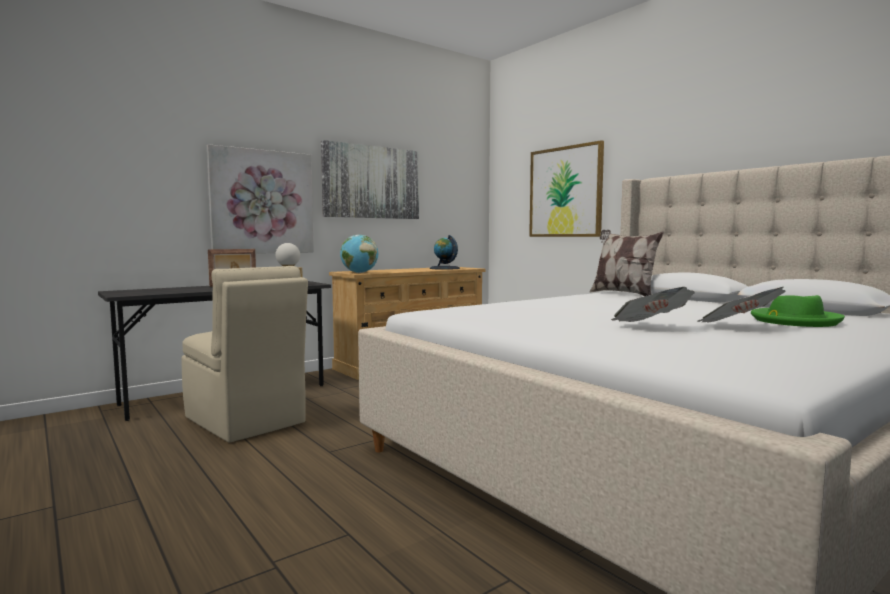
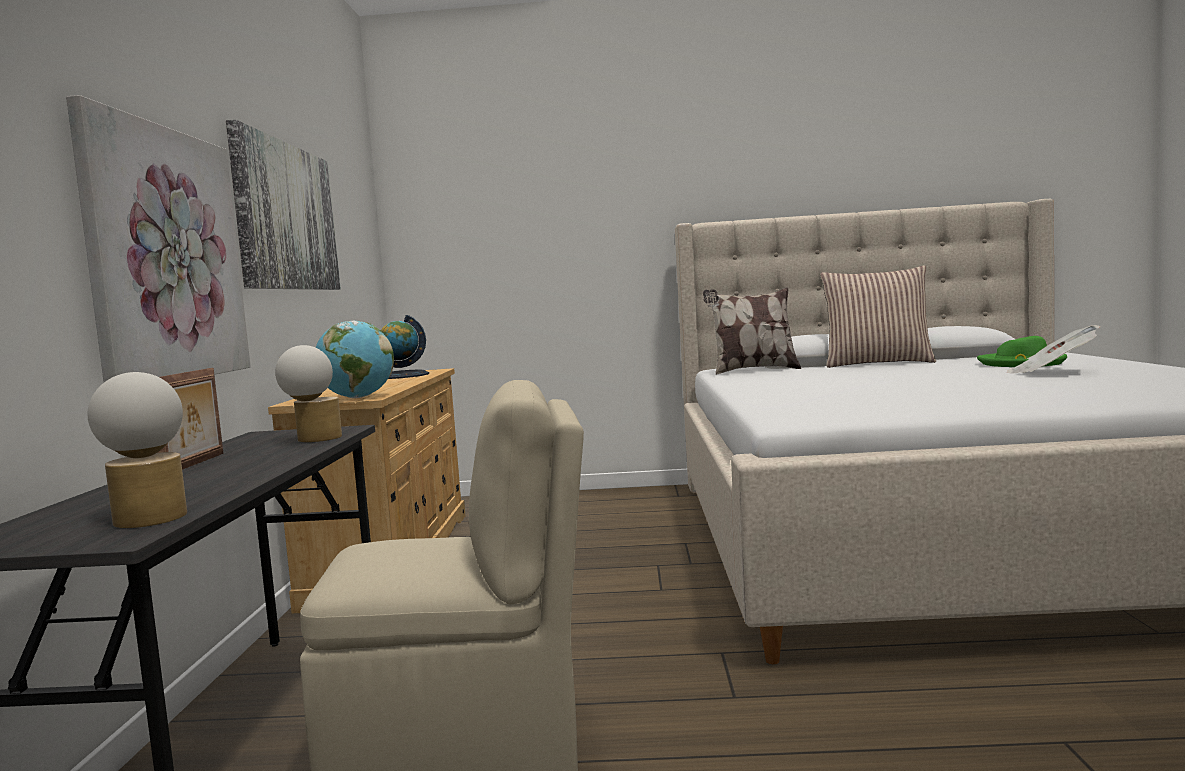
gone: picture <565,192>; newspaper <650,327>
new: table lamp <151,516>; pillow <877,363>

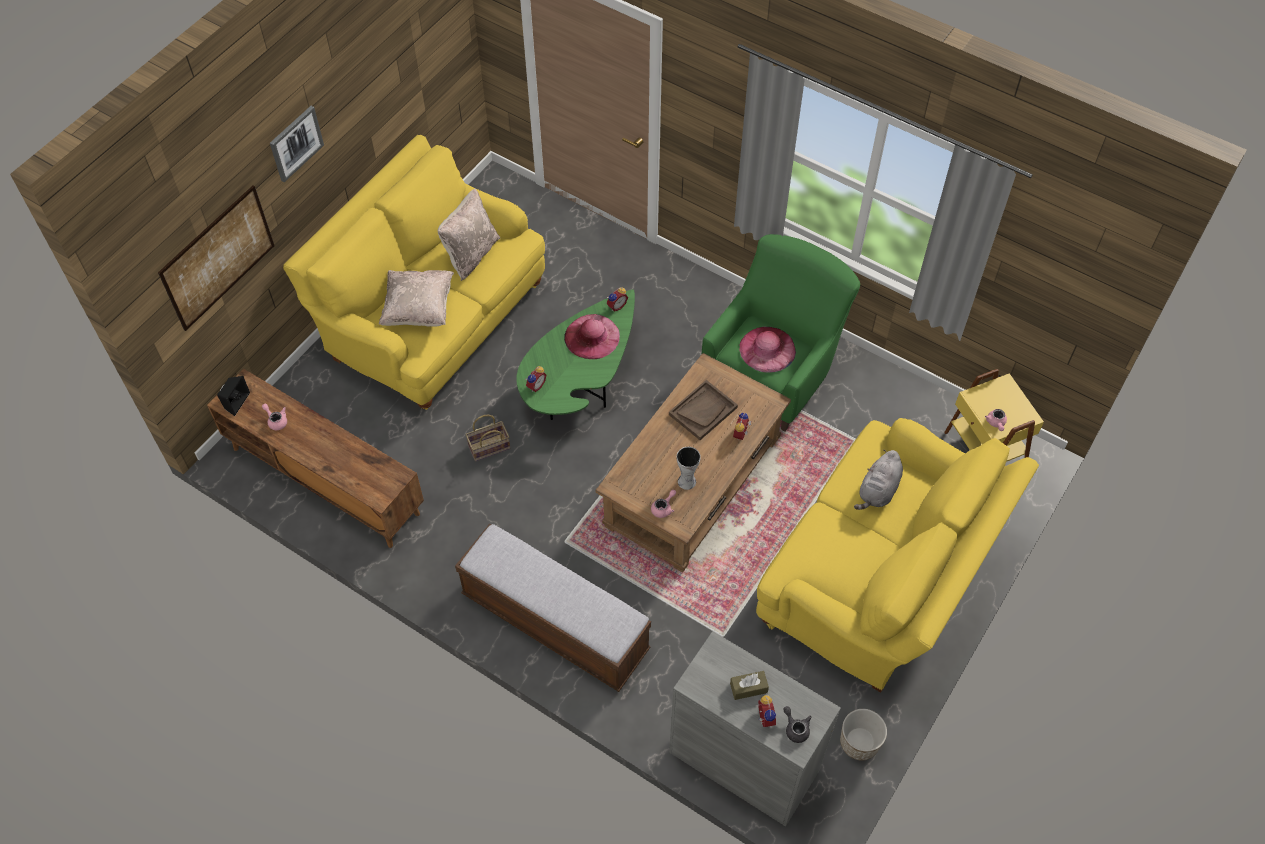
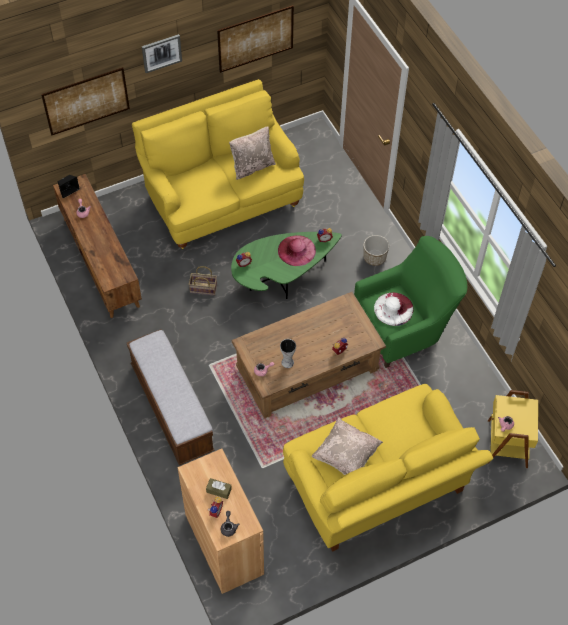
gone: tray/brown <703,411>; plush toy/grey <878,491>
new: picture <255,39>
shifted: pillow/beige <418,309> to <346,455>; planter <859,742> to <374,257>
repainted: cabinet/grey <744,761> to cabinet/brown <224,544>; hat/pink <767,349> to hat/white <393,309>

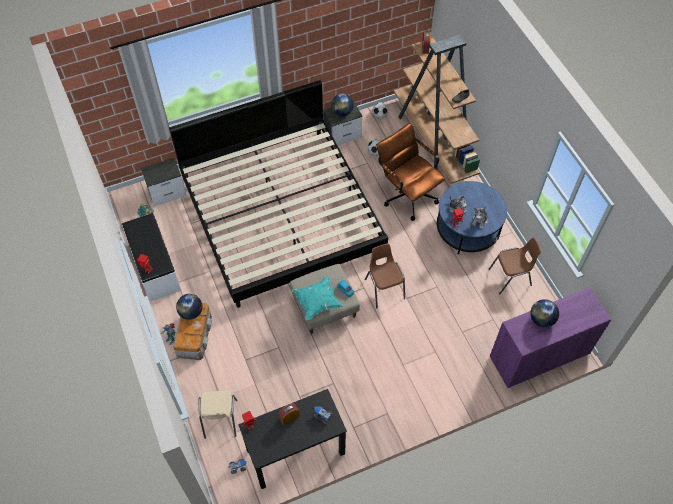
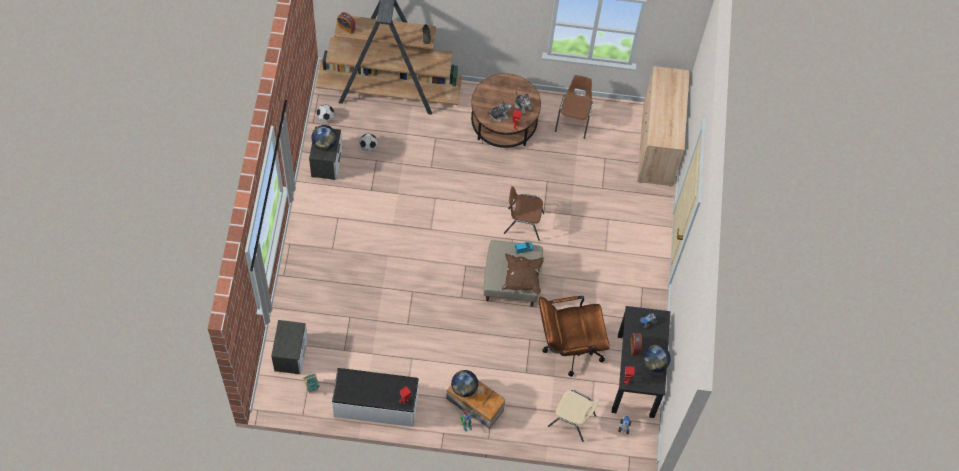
gone: bed <281,215>
shifted: office chair/brown <407,194> to <568,347>; globe <541,319> to <654,363>
repainted: coffee table/blue <467,228> to coffee table/brown <504,122>; pillow/turquoise <317,302> to pillow/brown <522,278>; cabinet/purple <539,355> to cabinet/beige <657,145>

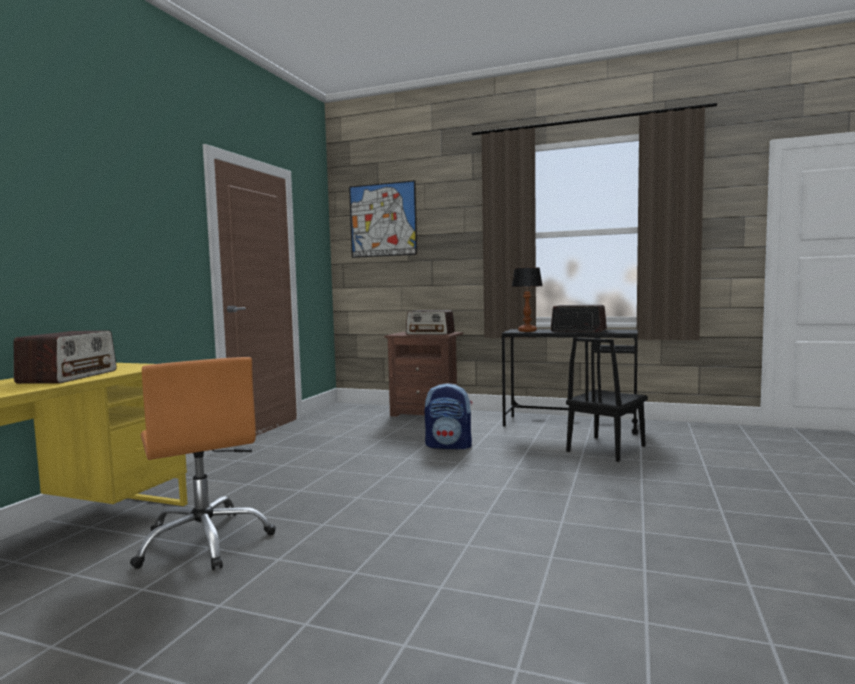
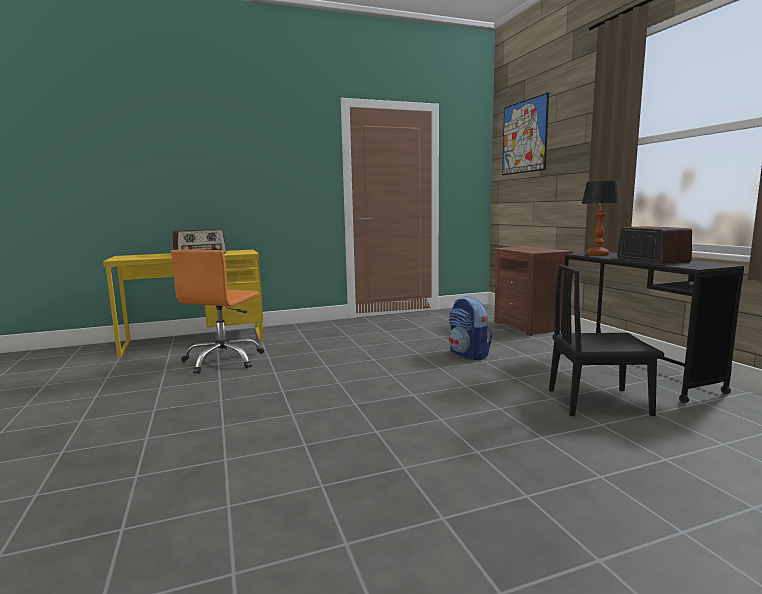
gone: radio <430,333>

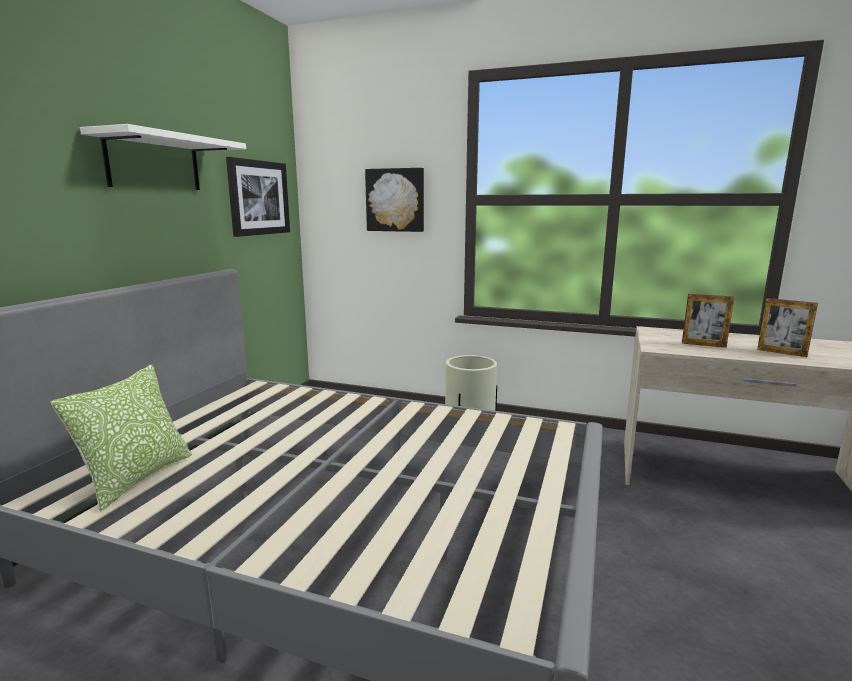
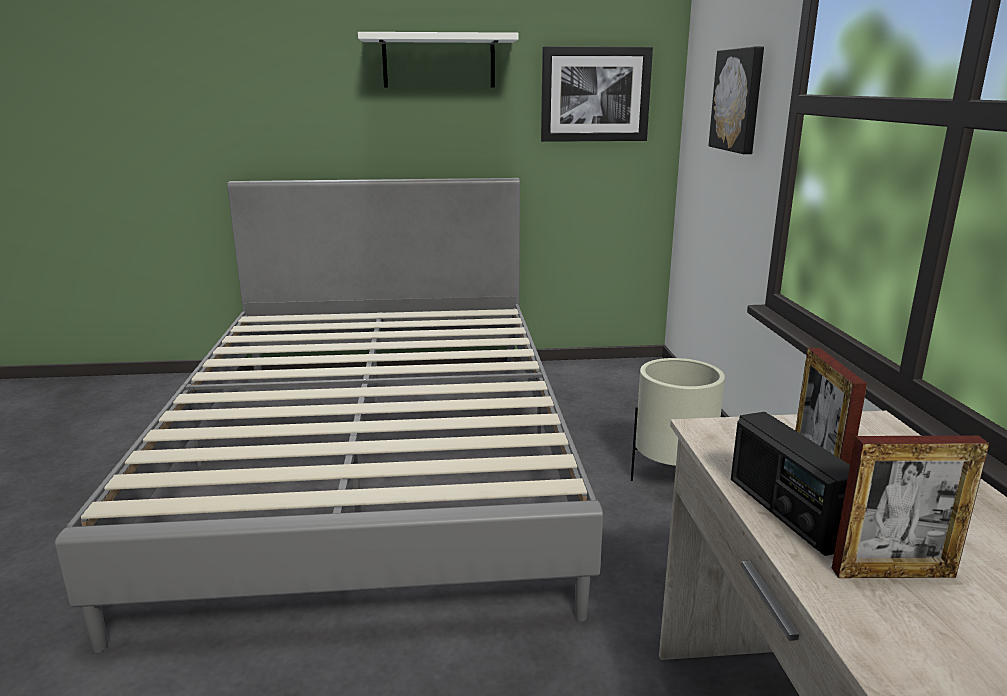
gone: pillow <137,478>
new: radio <786,512>
rotated: picture frame <781,352> = <893,572> 105 degrees counterclockwise

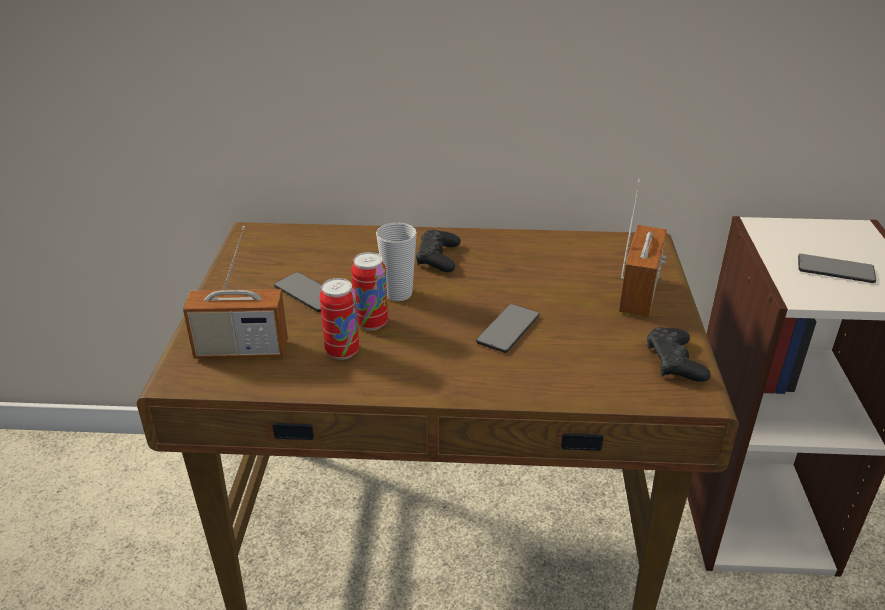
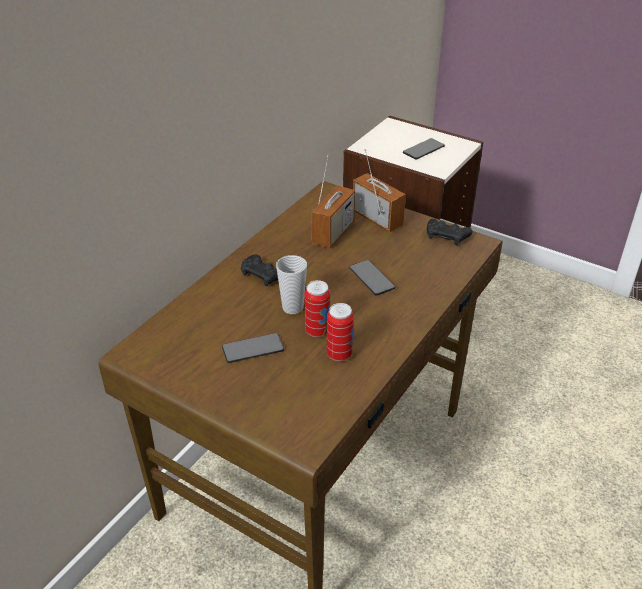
shifted: radio <241,350> to <333,233>

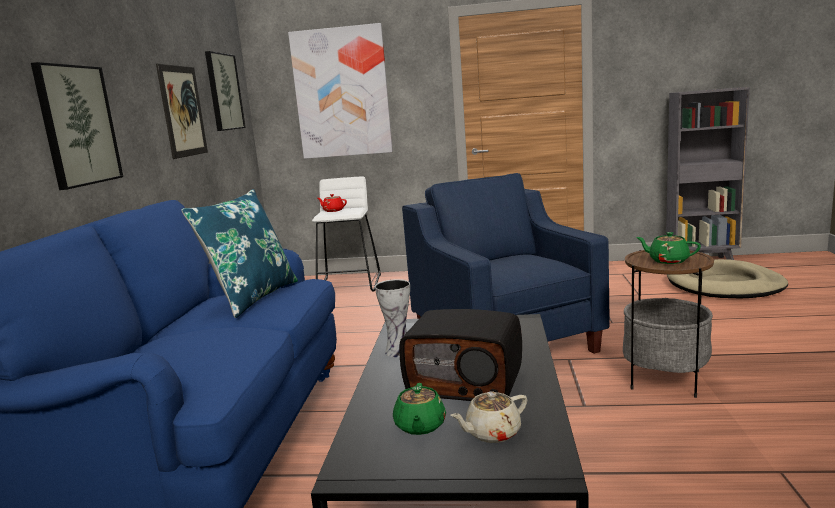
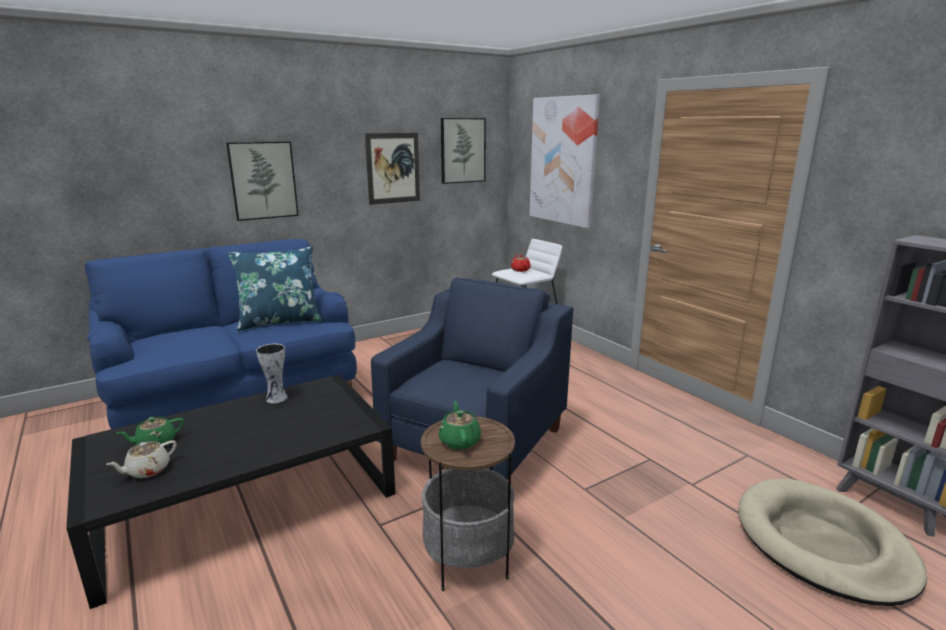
gone: radio <466,383>
rotated: teapot/beige <492,433> = <147,470> 75 degrees counterclockwise

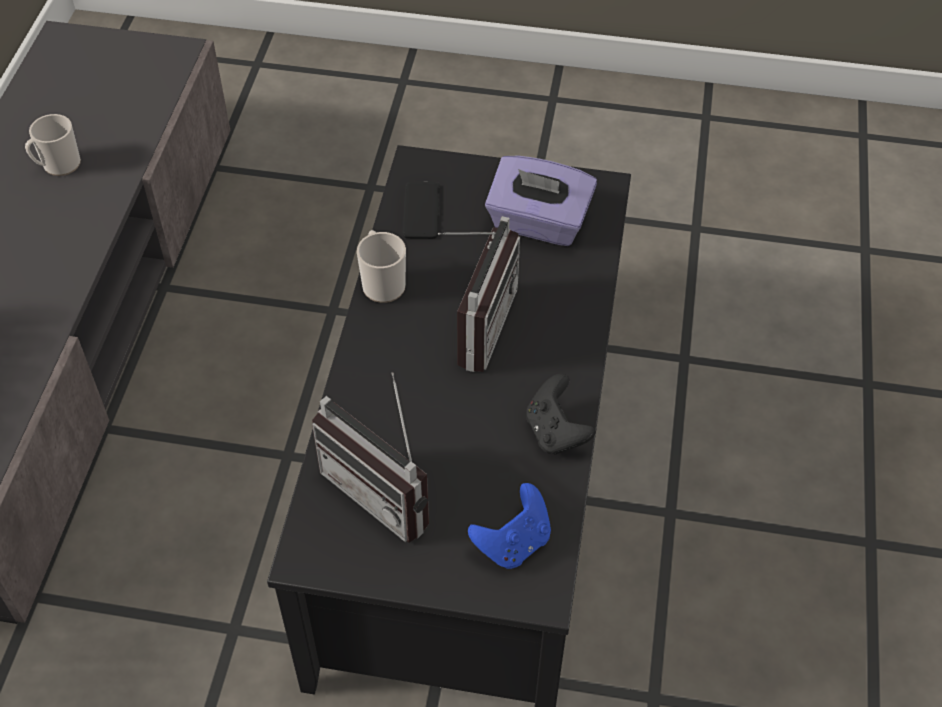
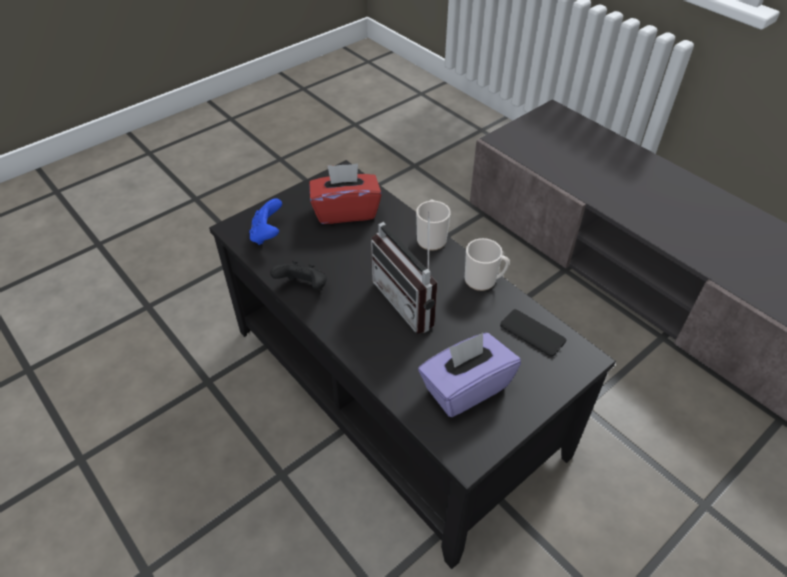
shifted: mug <58,165> to <431,238>
swapped: radio <386,490> to tissue box/red <346,211>

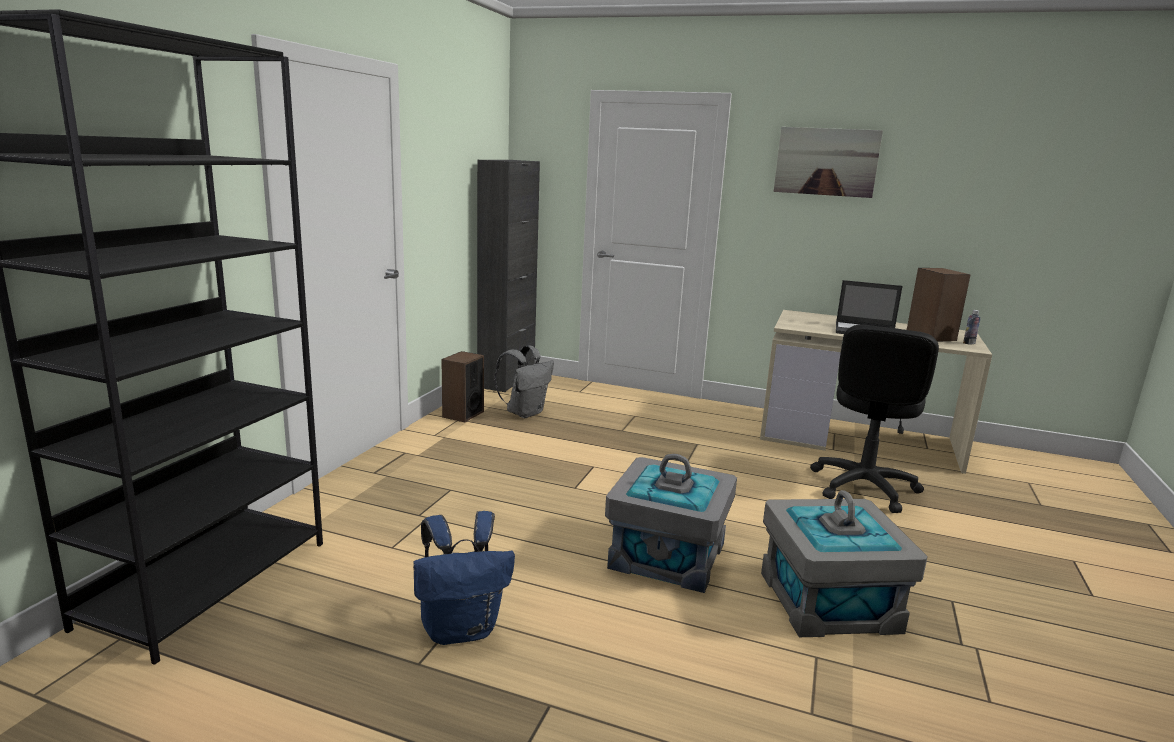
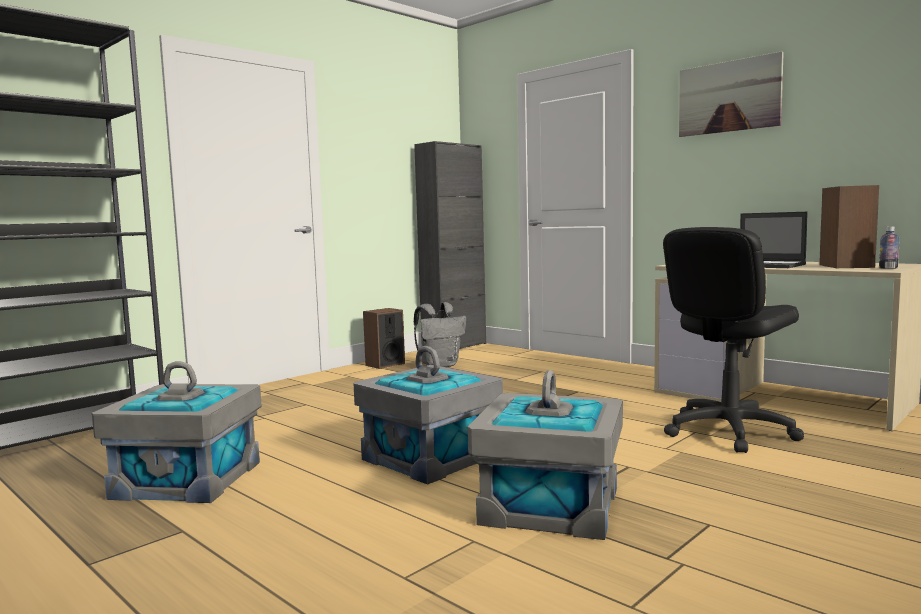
swapped: backpack/blue <462,629> to storage box/grey <188,479>

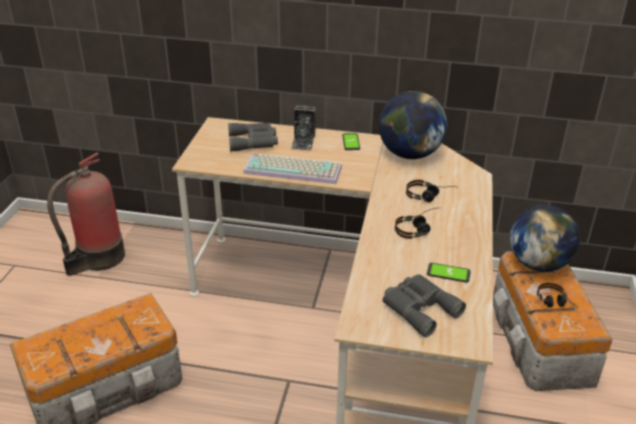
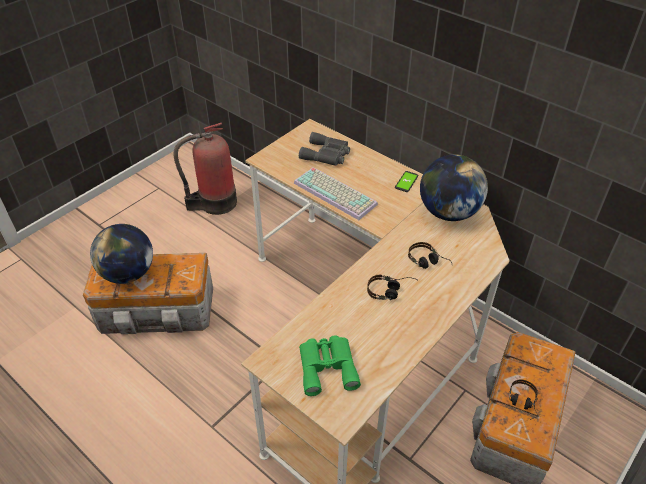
gone: photo camera <303,141>; phone <448,273>
shifted: globe <538,264> to <128,273>
repainted: binoculars/grey <419,307> to binoculars/green <327,366>

